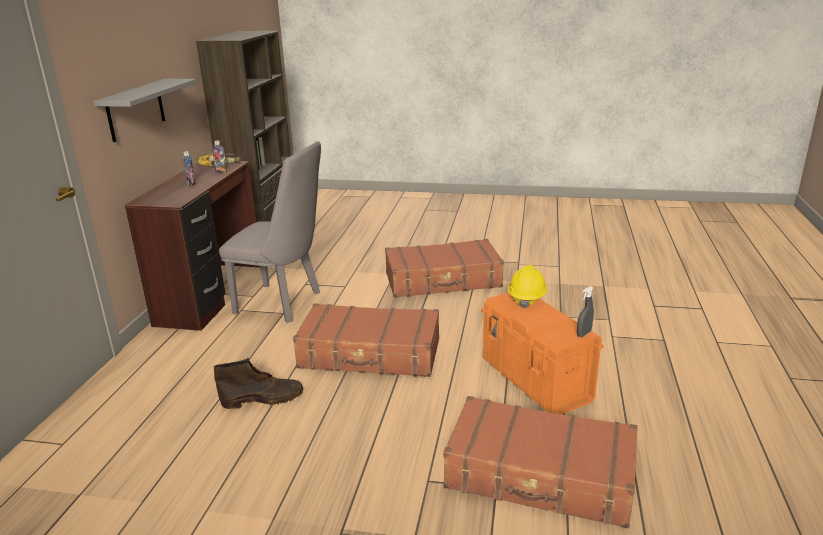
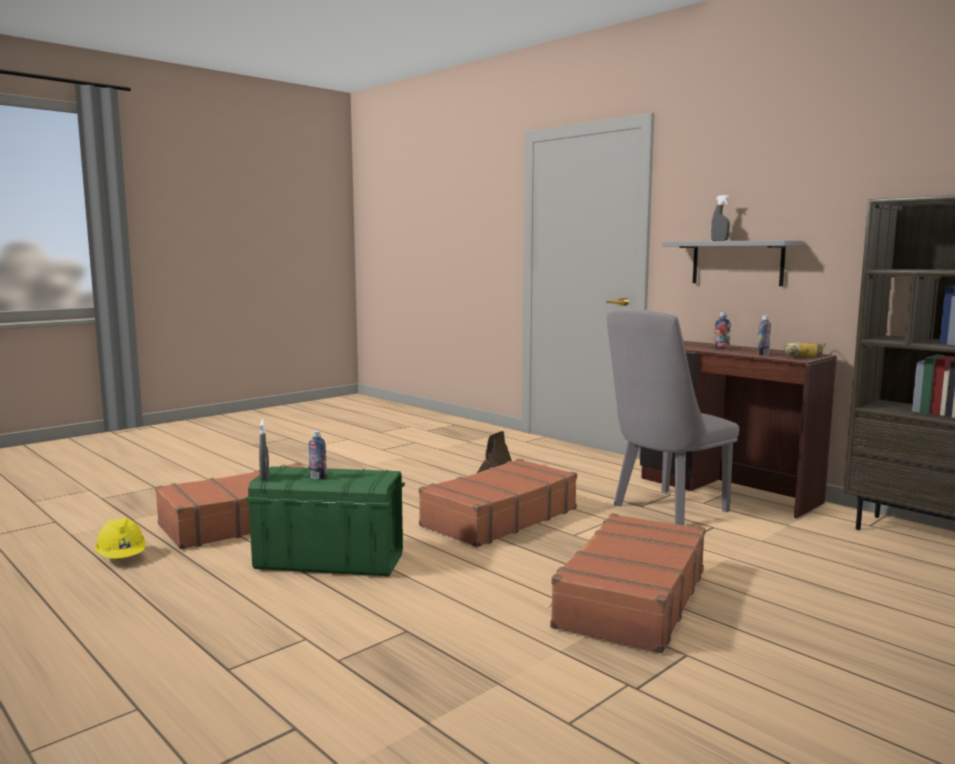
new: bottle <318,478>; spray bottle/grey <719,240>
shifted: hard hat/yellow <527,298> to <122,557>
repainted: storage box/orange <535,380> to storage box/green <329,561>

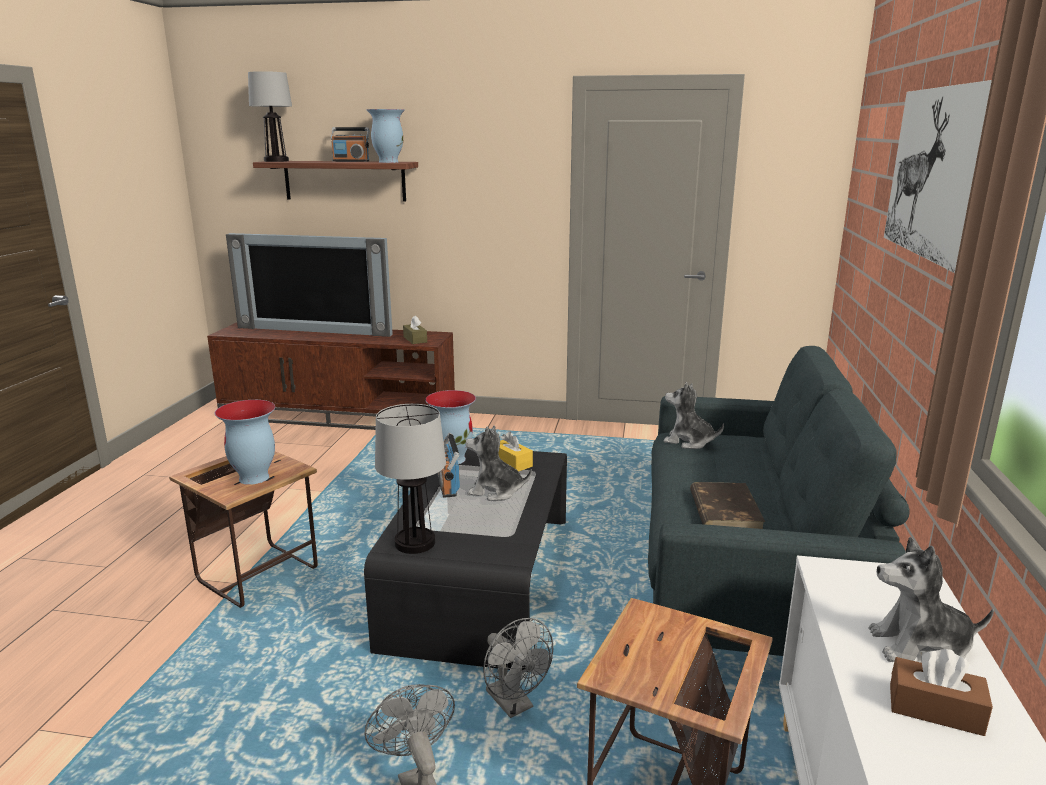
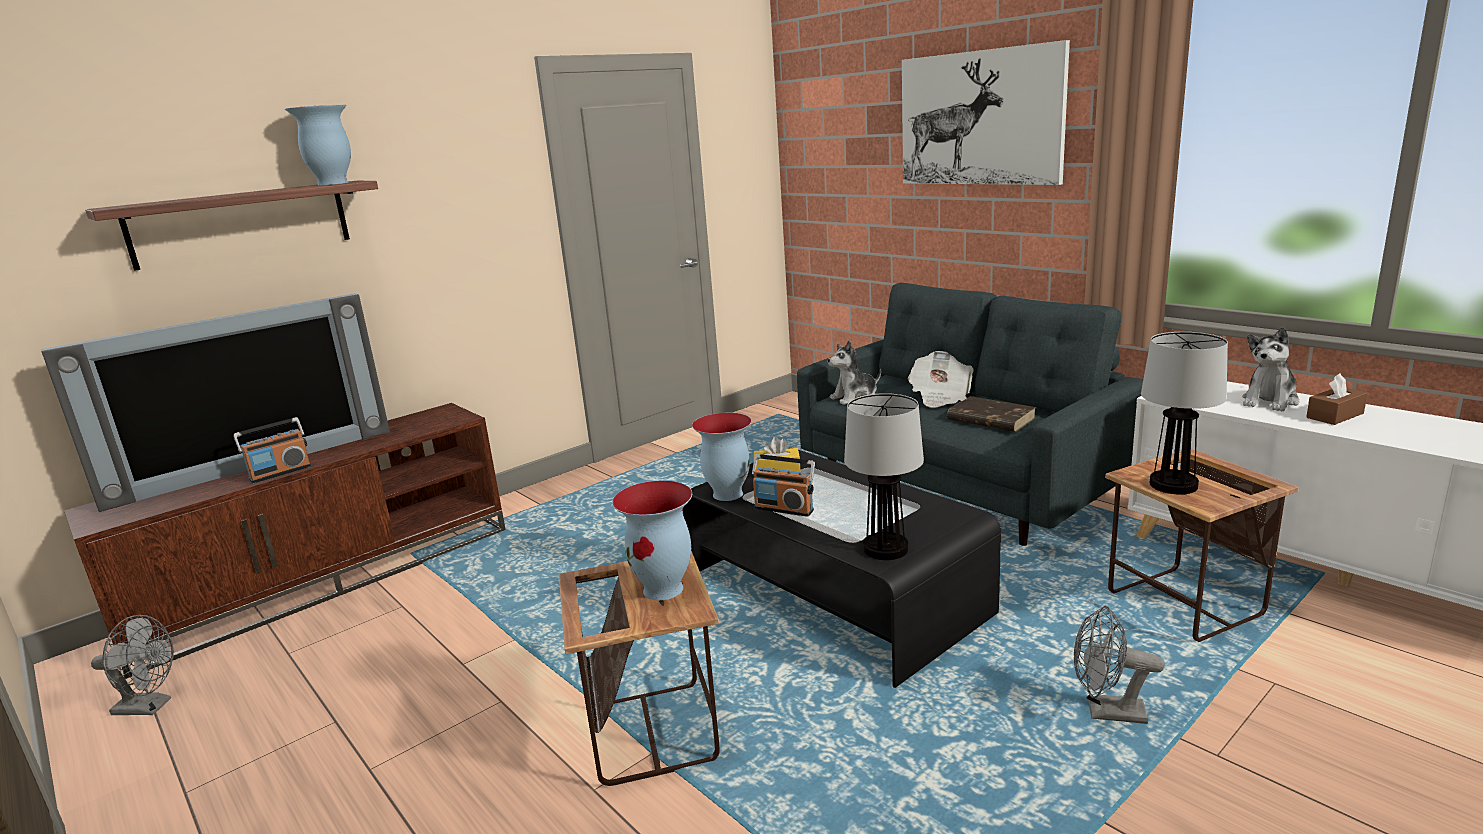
gone: tissue box/brown <415,339>; plush toy <495,491>
new: newspaper <940,397>
shifted: fan/grey <514,705> to <150,707>; radio <351,161> to <280,473>; table lamp <276,161> to <1174,485>

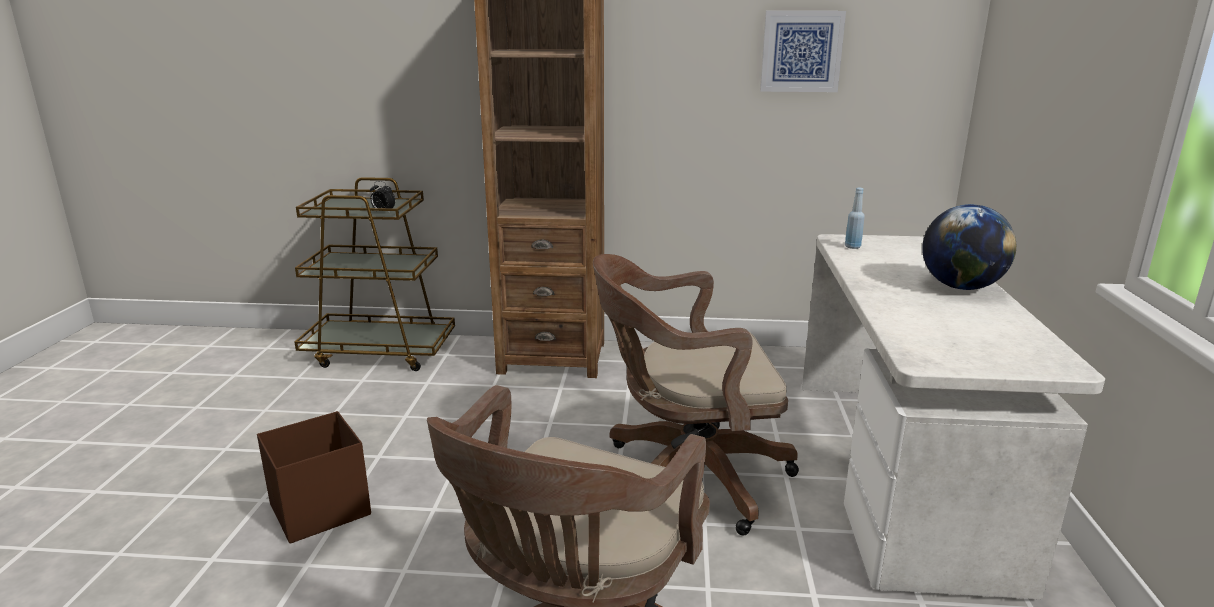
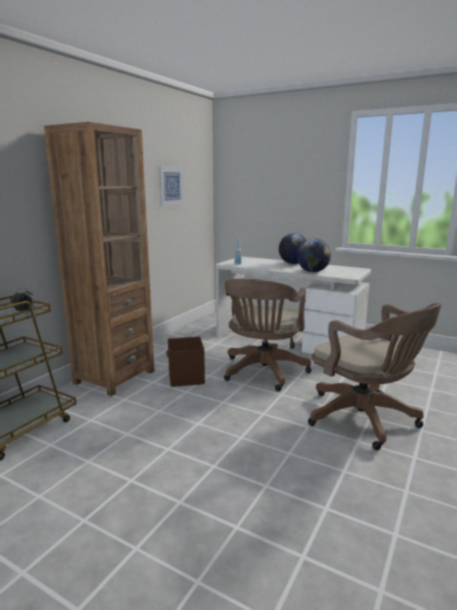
new: globe <312,272>
shifted: storage box/brown <318,510> to <186,378>

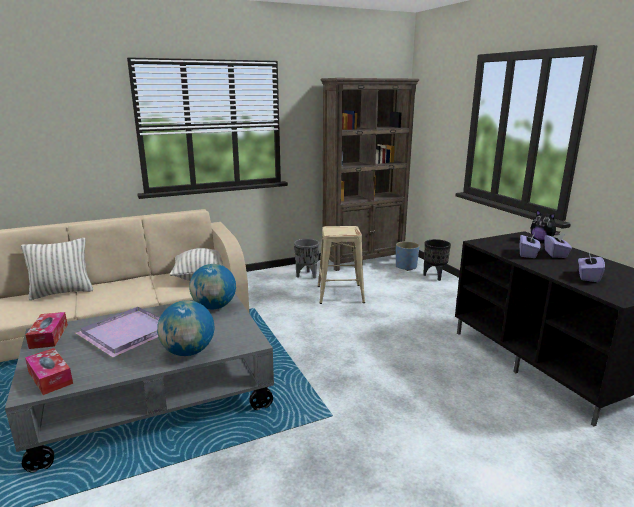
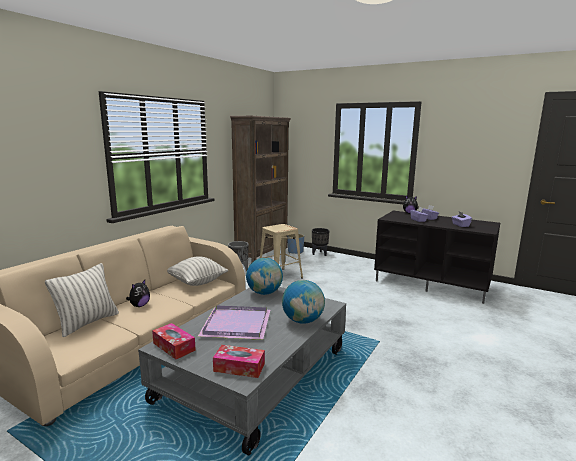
new: plush toy <139,305>

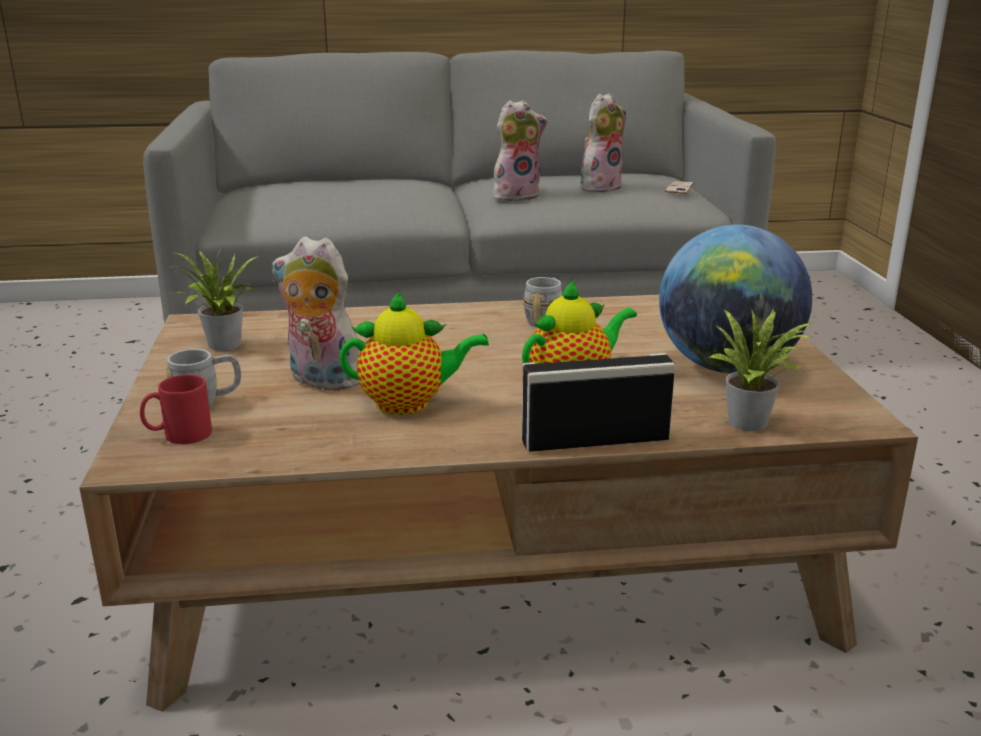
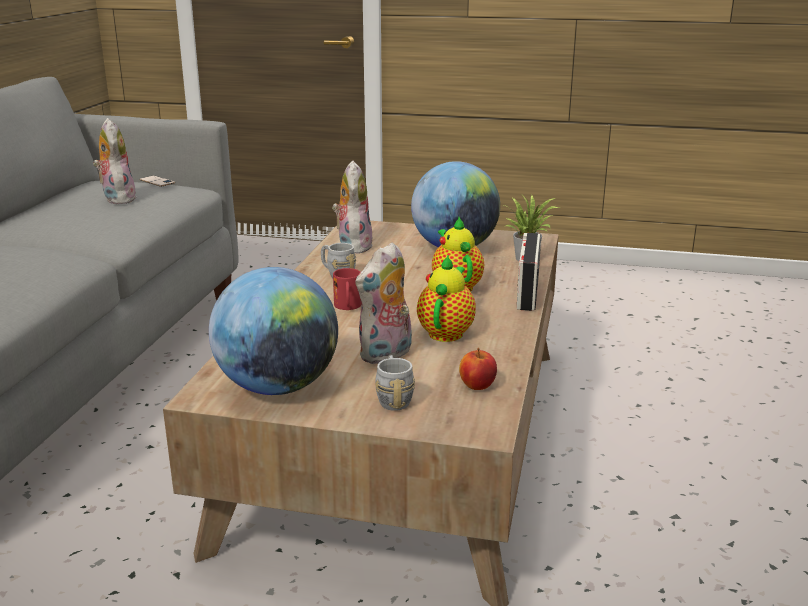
new: apple <477,386>
shifted: plush toy <516,196> to <353,246>; mug/red <178,436> to <348,307>
swapped: potted plant <222,346> to globe <278,387>

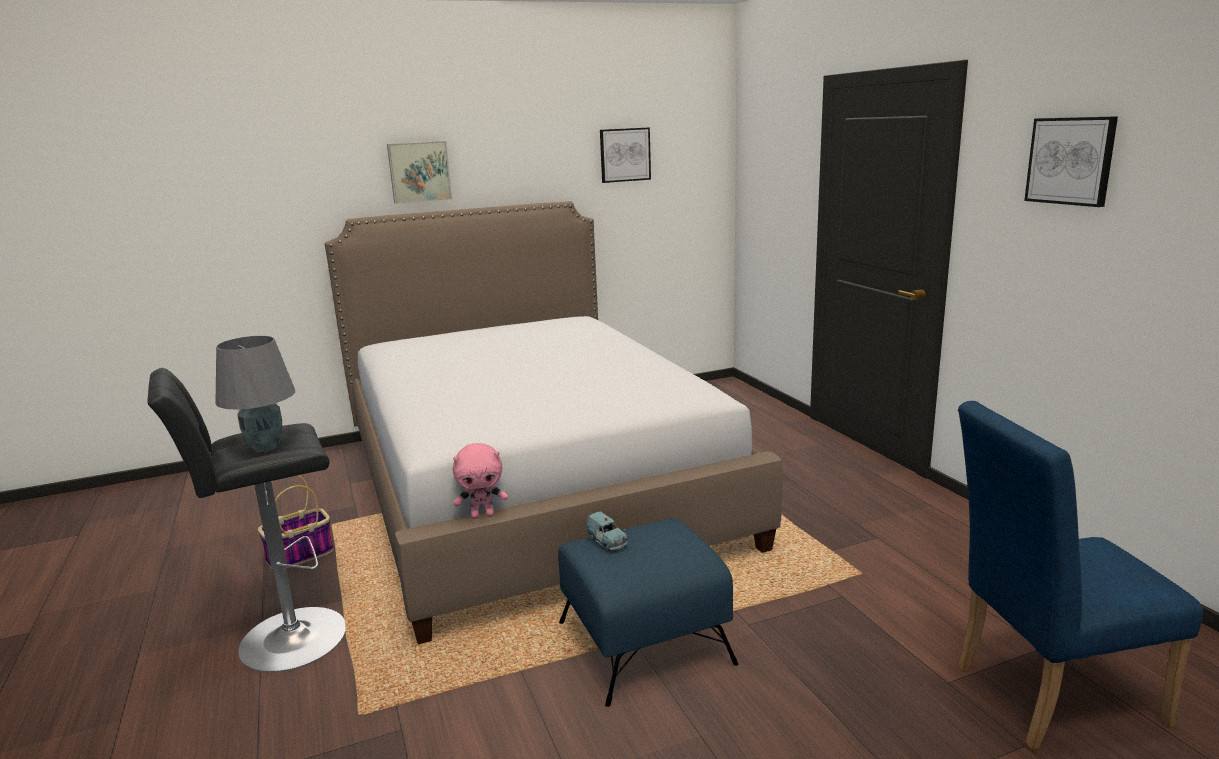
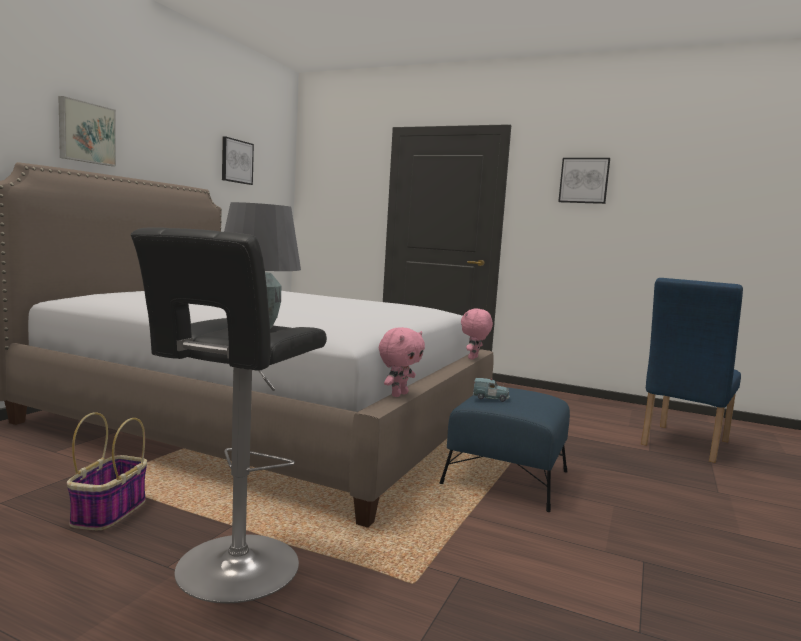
new: plush toy/pink <474,358>

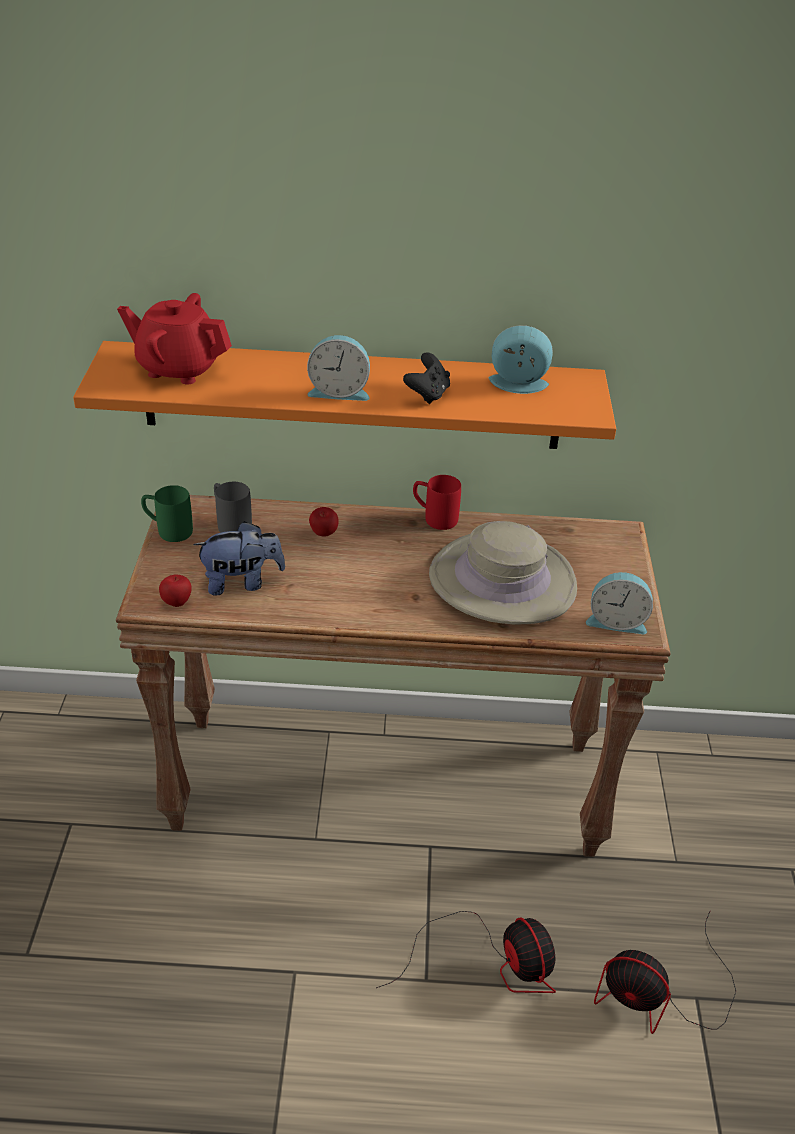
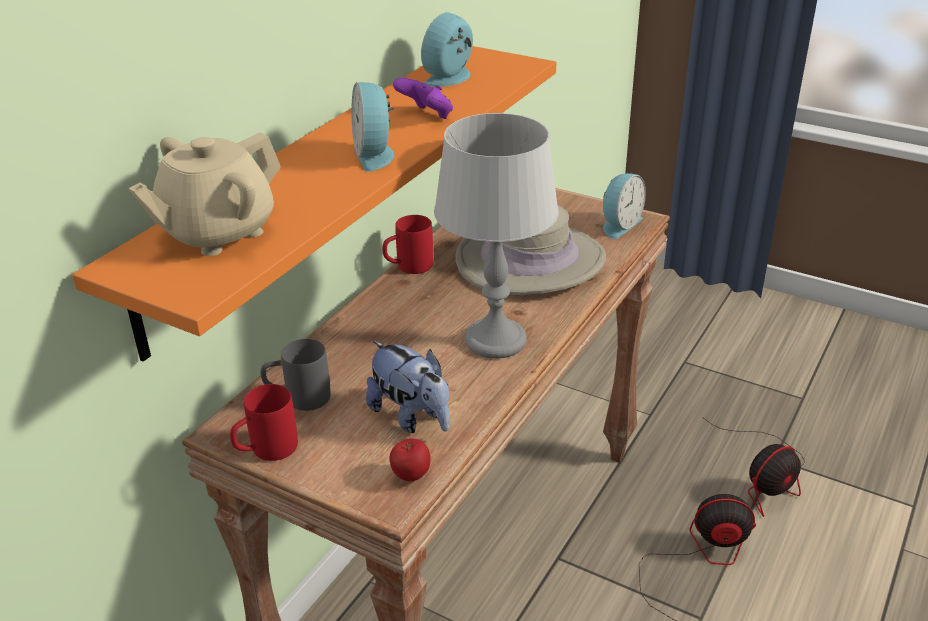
gone: apple <324,535>
new: table lamp/grey <494,341>
repainted: teapot/red <178,368> to teapot/beige <217,233>; mug/green <168,530> to mug/red <265,451>; game controller/black <427,394> to game controller/purple <426,116>
rotated: alarm clock <339,391> = <375,154> 135 degrees clockwise; plush toy <241,582> = <411,416> 120 degrees clockwise

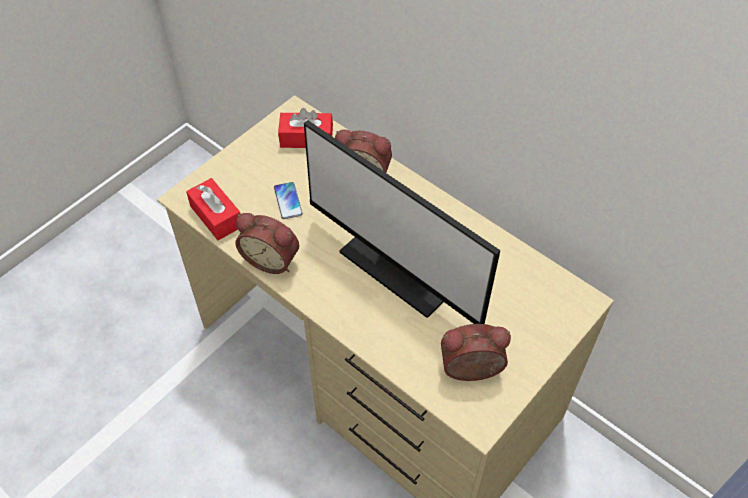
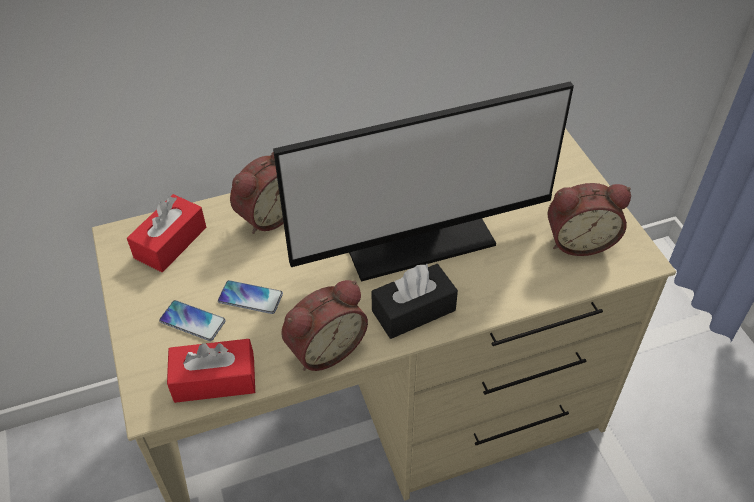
new: phone <192,321>; tissue box/black <413,310>
rotated: alarm clock <471,371> = <578,240> 120 degrees counterclockwise

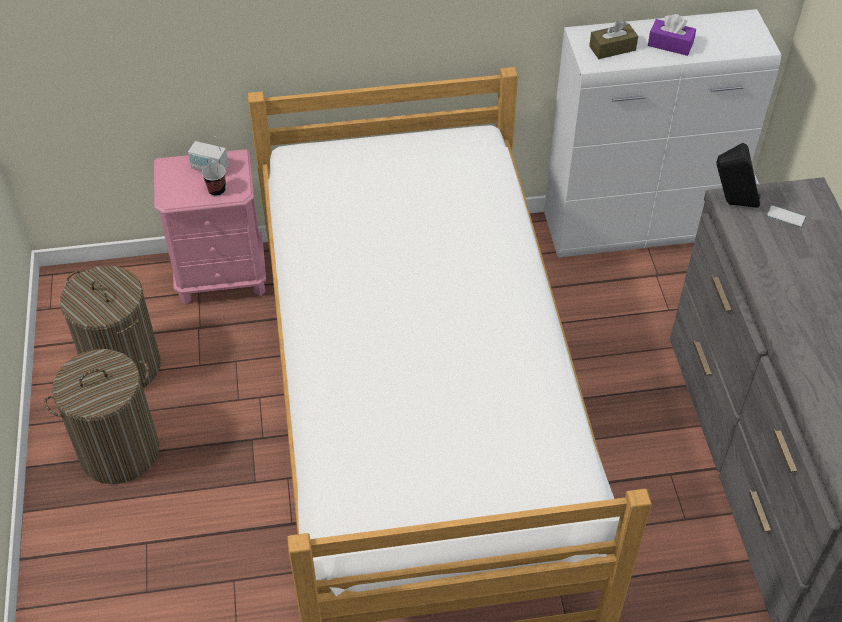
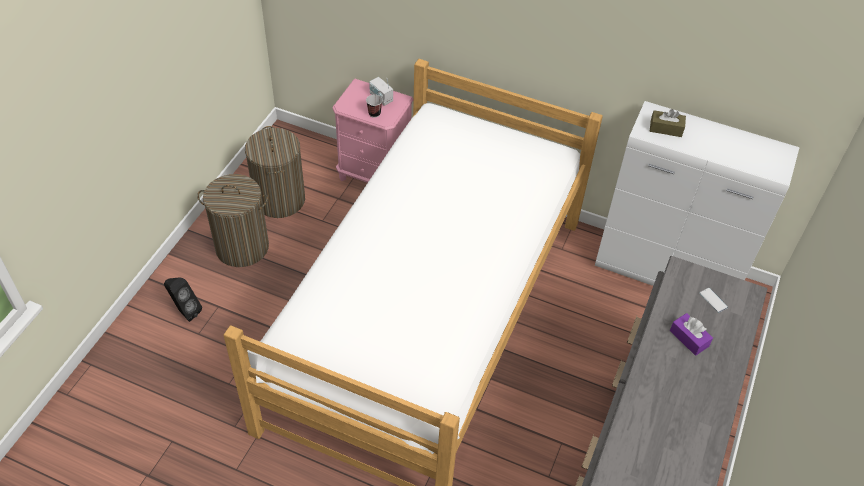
shifted: speaker/black <732,203> to <185,311>; tissue box/purple <670,44> to <689,338>

